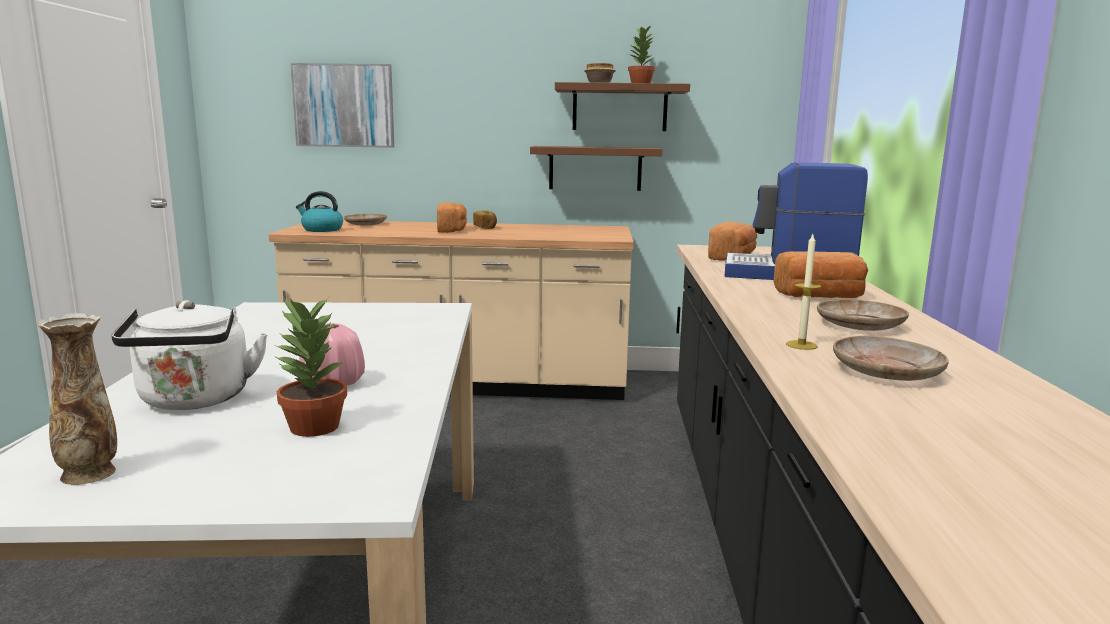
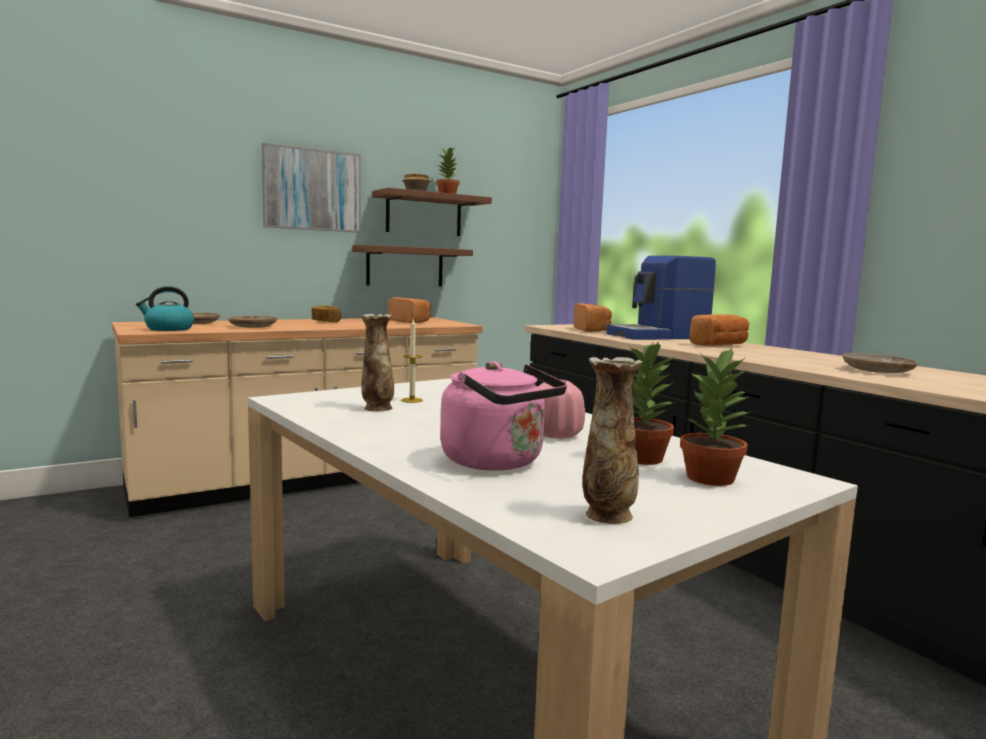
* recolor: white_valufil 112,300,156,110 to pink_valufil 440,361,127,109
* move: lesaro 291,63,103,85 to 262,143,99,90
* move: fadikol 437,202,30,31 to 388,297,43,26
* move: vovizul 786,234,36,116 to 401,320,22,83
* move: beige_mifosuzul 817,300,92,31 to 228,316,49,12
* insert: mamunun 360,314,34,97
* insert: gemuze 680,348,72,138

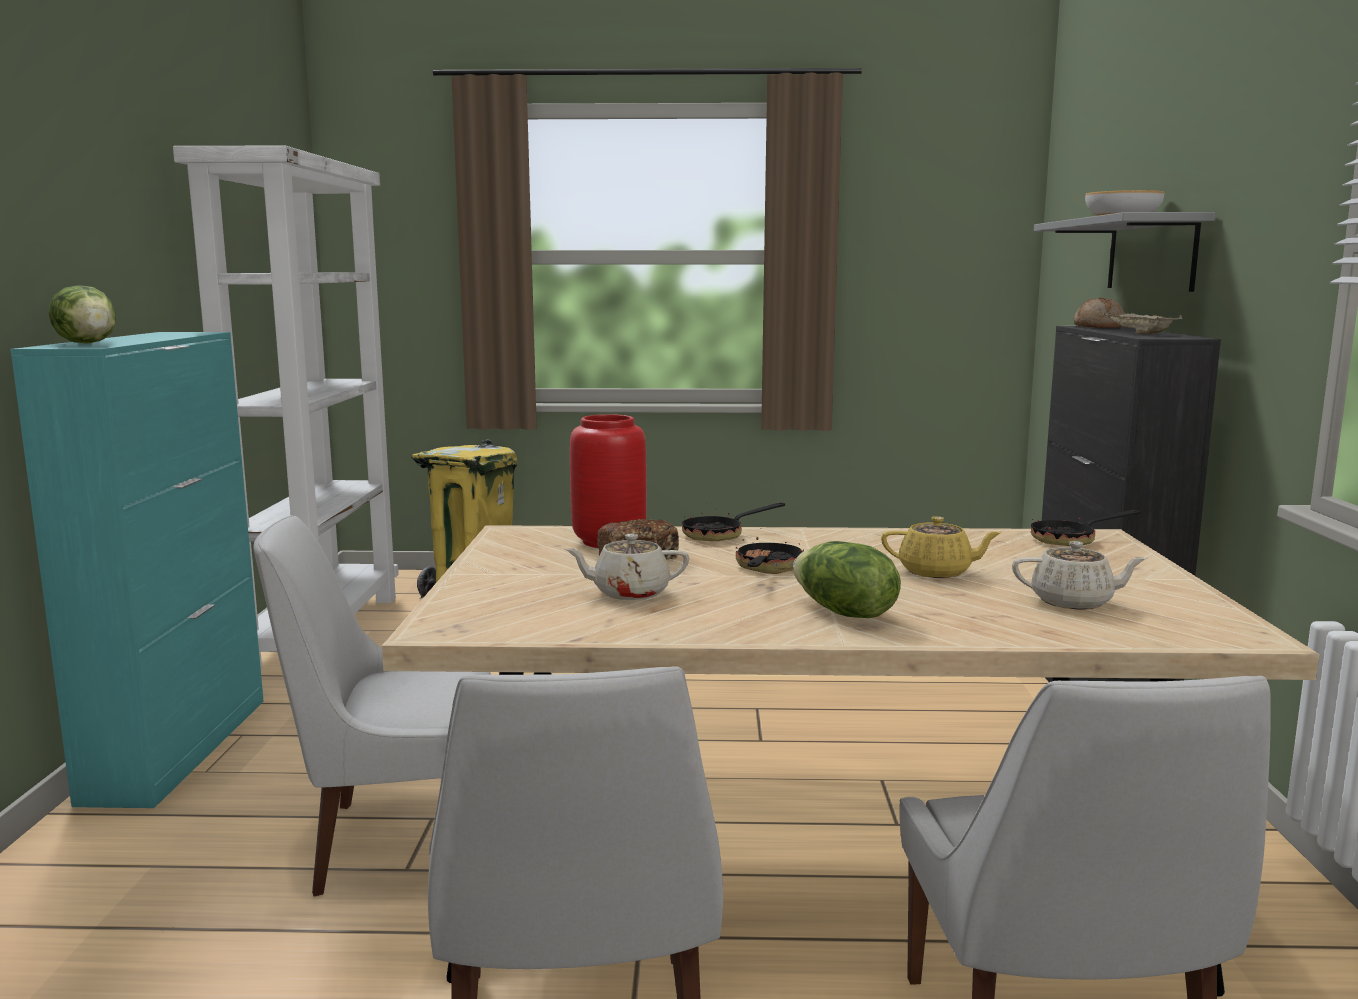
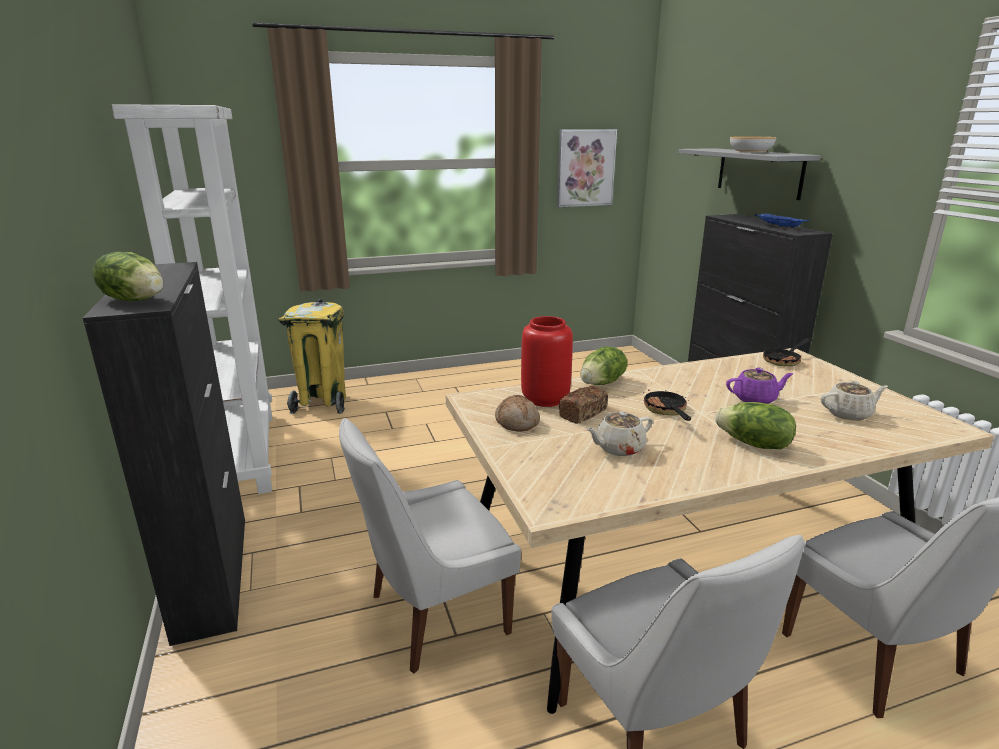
* recolor: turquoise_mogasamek 10,332,254,476 to black_mogasamek 83,262,162,384
* replace: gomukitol 682,503,103,38 to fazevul 580,347,47,38
* recolor: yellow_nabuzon 881,516,121,62 to purple_nabuzon 726,367,67,37
* move: fadikol 1074,298,50,30 to 495,395,45,37
* recolor: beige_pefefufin 1103,311,79,23 to blue_pefefufin 755,213,54,16
* insert: lesaro 557,129,60,78

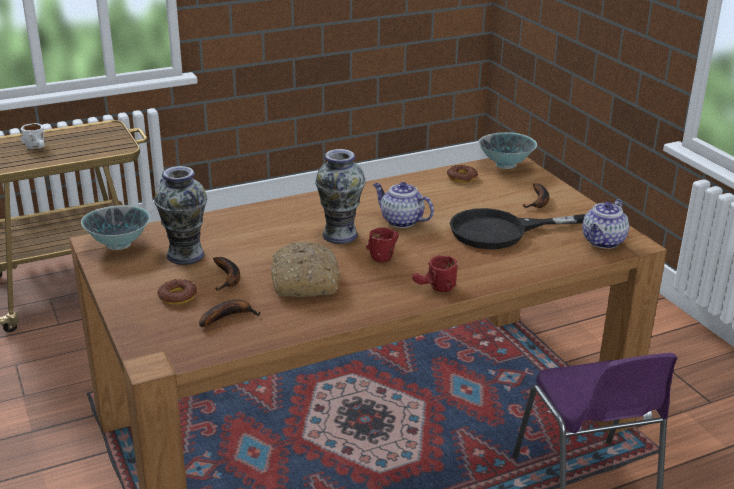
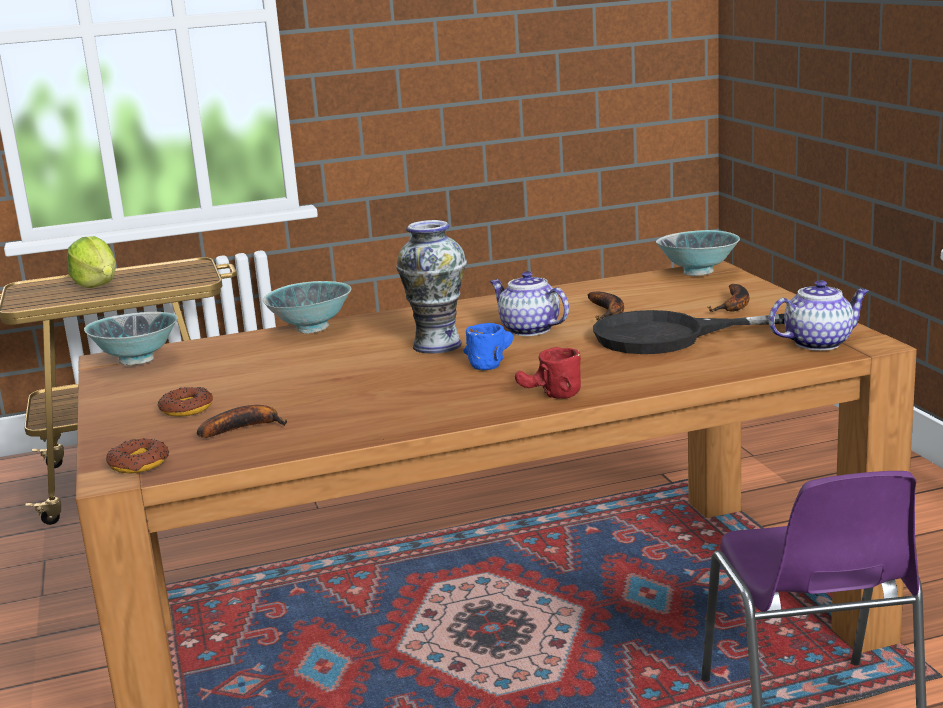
* replace: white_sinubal 21,123,24,26 to fazevul 67,236,49,52
* delete: mamunun 154,166,53,99
* move: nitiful 213,257,27,34 to 587,291,37,29
* delete: fadikol 271,241,69,56
* recolor: red_sinubal 366,227,33,35 to blue_sinubal 463,323,50,47
* move: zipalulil 447,165,31,18 to 106,438,64,35
* rotate: nabuzon 582,199,47,50 = 769,280,100,71 150 degrees counterclockwise
* insert: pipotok 263,281,88,53

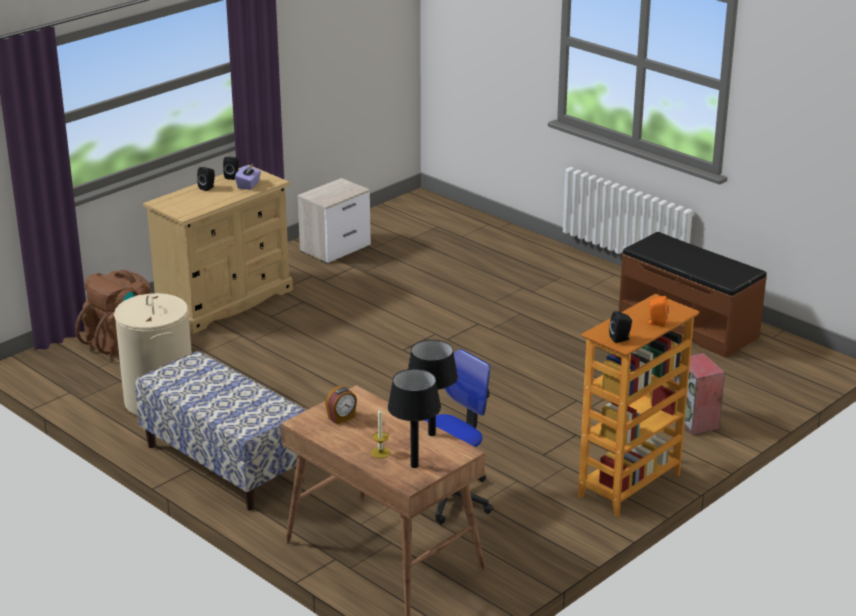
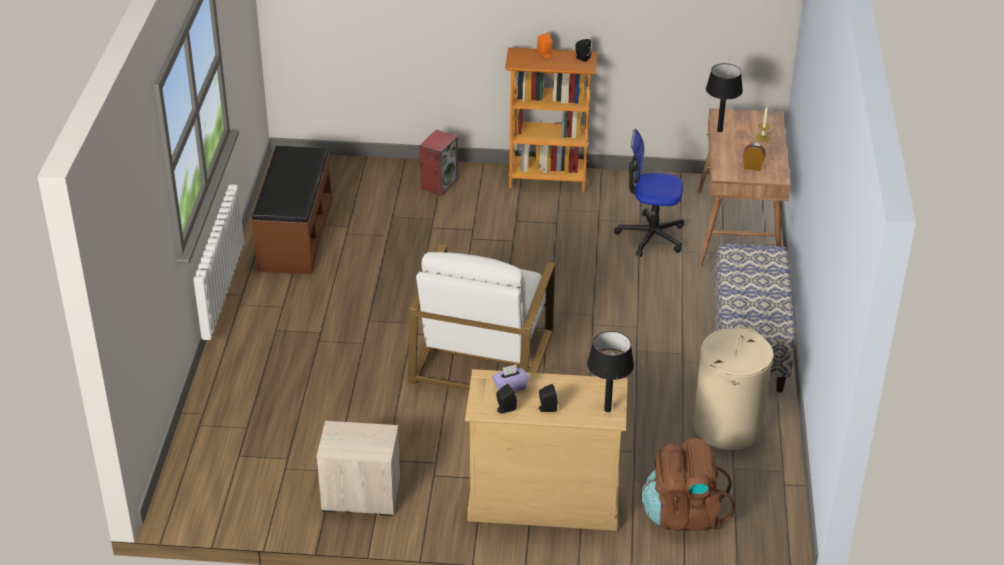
* move: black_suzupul 388,369,53,99 to 587,331,47,81
* insert: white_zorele 408,244,147,147

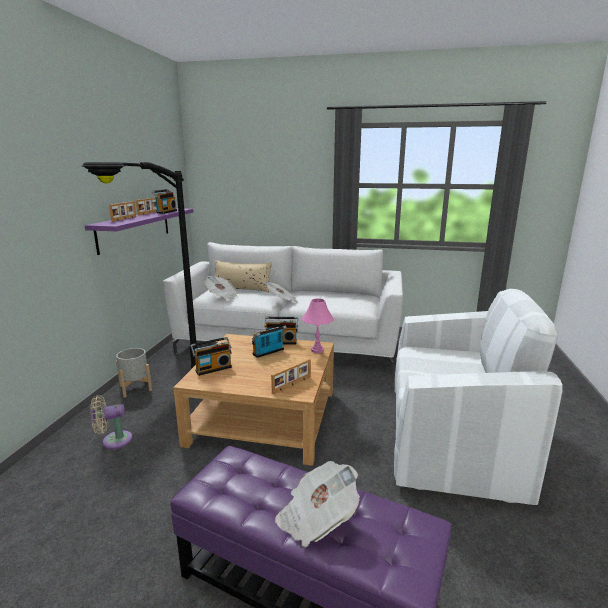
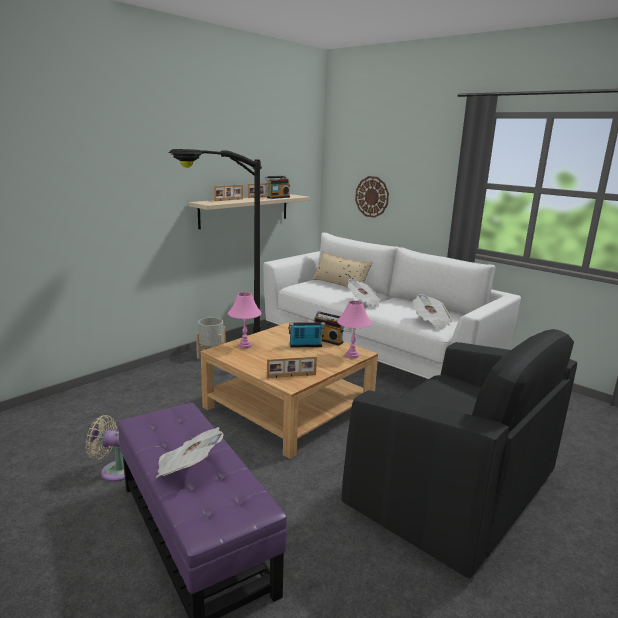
* recolor: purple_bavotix 85,208,109,47 to beige_bavotix 189,194,122,35
* move: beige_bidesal 91,395,42,54 to 86,415,39,67
* replace: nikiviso 191,337,41,39 to pink_suzupul 228,292,34,57
* move: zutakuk 204,276,35,24 to 413,294,39,35
* recolor: white_zorele 394,289,169,216 to black_zorele 341,329,236,250
* insert: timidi 355,176,34,42

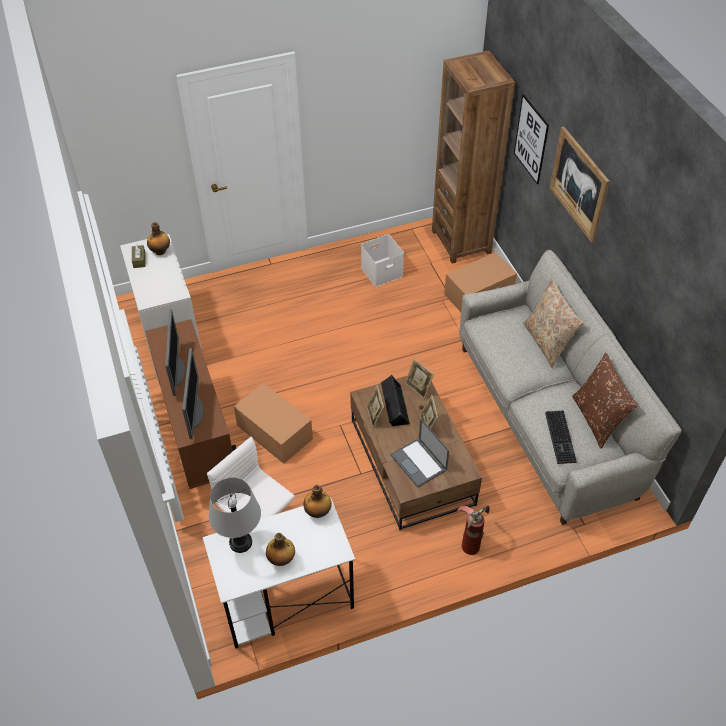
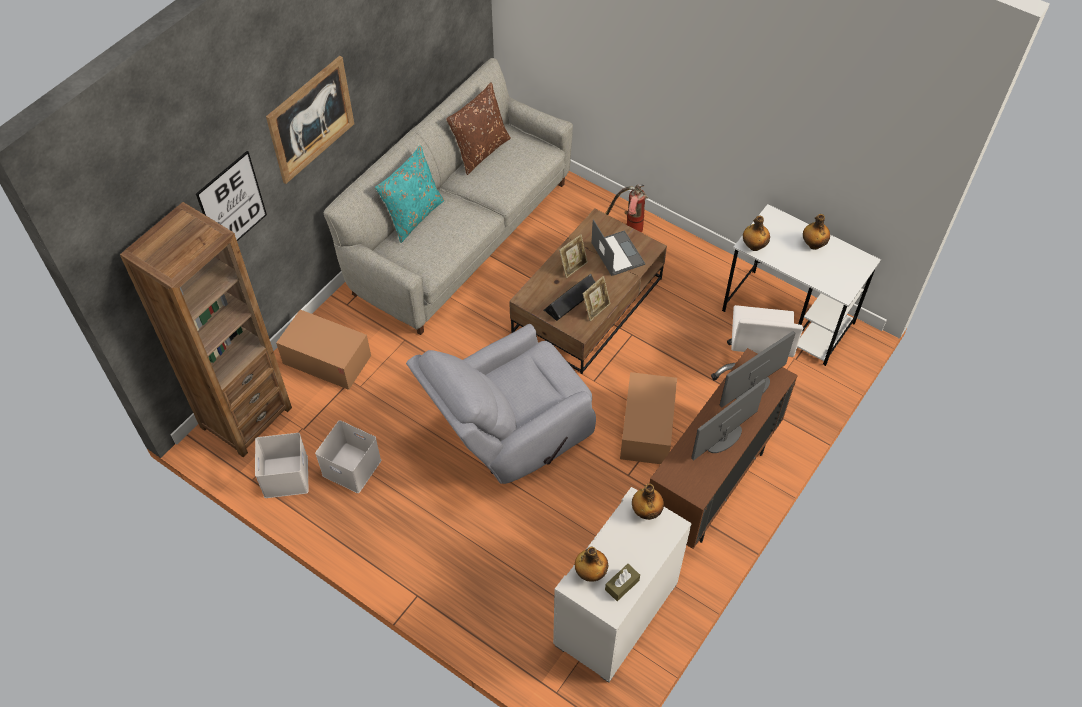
* delete: grey_suzupul 209,477,52,76
* rotate: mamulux 390,419,59,69 = 592,219,53,57 45 degrees counterclockwise
* delete: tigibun 405,359,29,40
* recolor: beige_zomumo 523,279,60,89 to turquoise_zomumo 375,145,70,98
* delete: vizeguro 545,410,32,54
* insert: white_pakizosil 255,433,54,65
* insert: grey_zorele 406,324,190,160
* insert: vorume 632,483,32,37

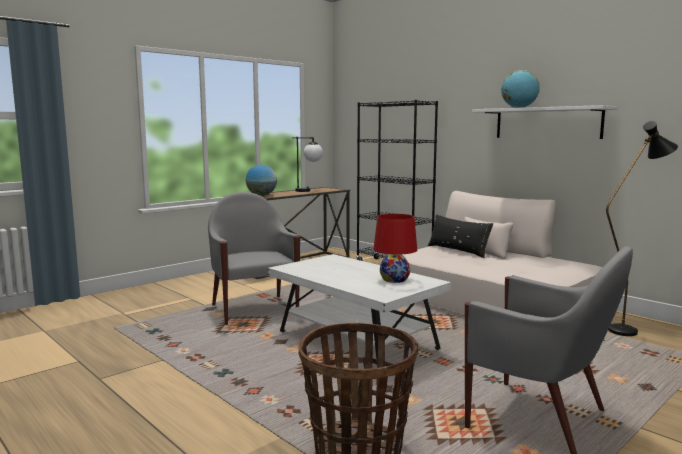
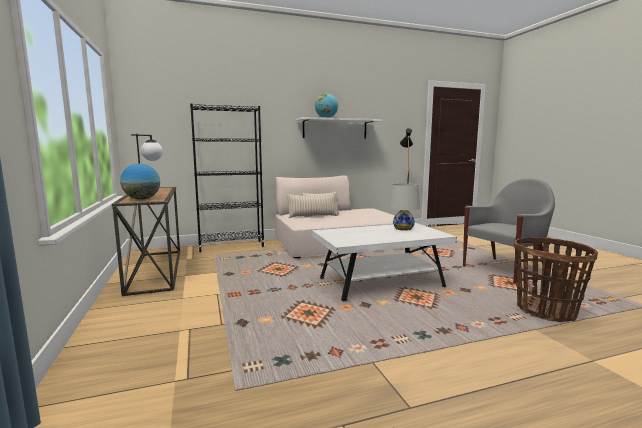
* delete: grey_zorele 208,192,92,133
* recolor: red_suzupul 373,214,44,69 to white_suzupul 389,183,31,48
* recolor: black_zomumo 428,215,65,43 to beige_zomumo 287,193,51,25

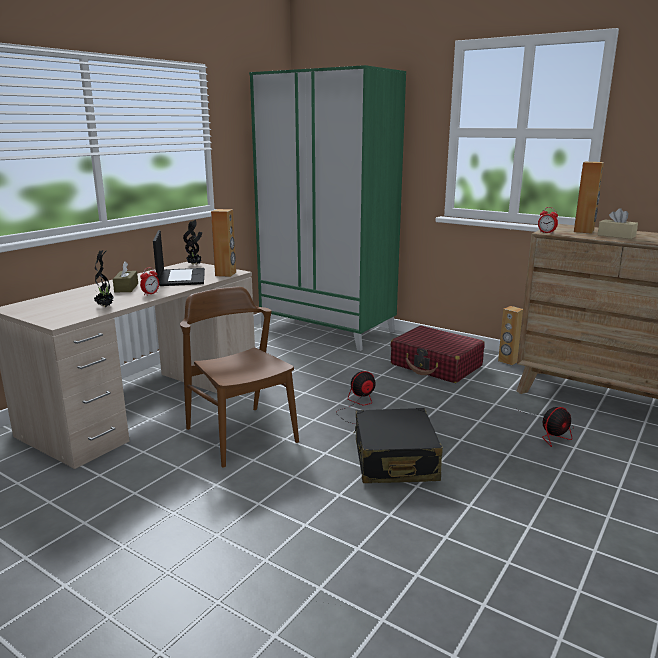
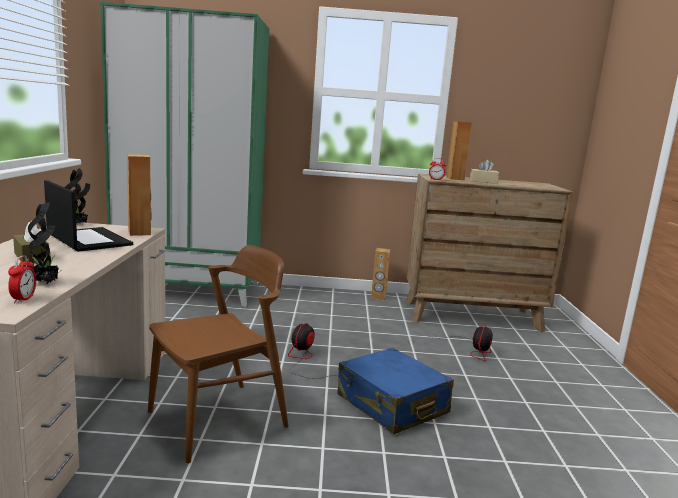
* move: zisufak 140,267,19,28 to 8,255,28,48
* rotate: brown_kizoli 180,286,119,182 = 148,245,141,219 120 degrees clockwise
* recolor: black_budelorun 354,408,89,75 to blue_budelorun 338,348,116,86
* delete: red_budelorun 390,326,95,57

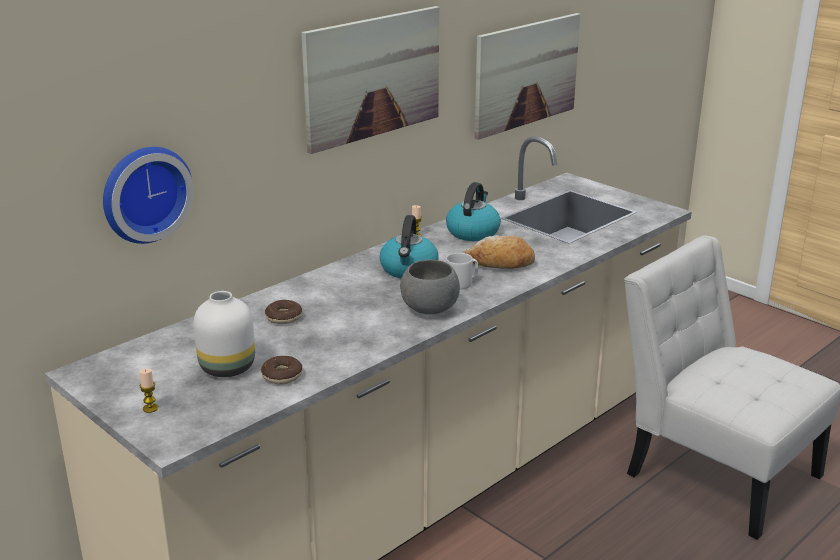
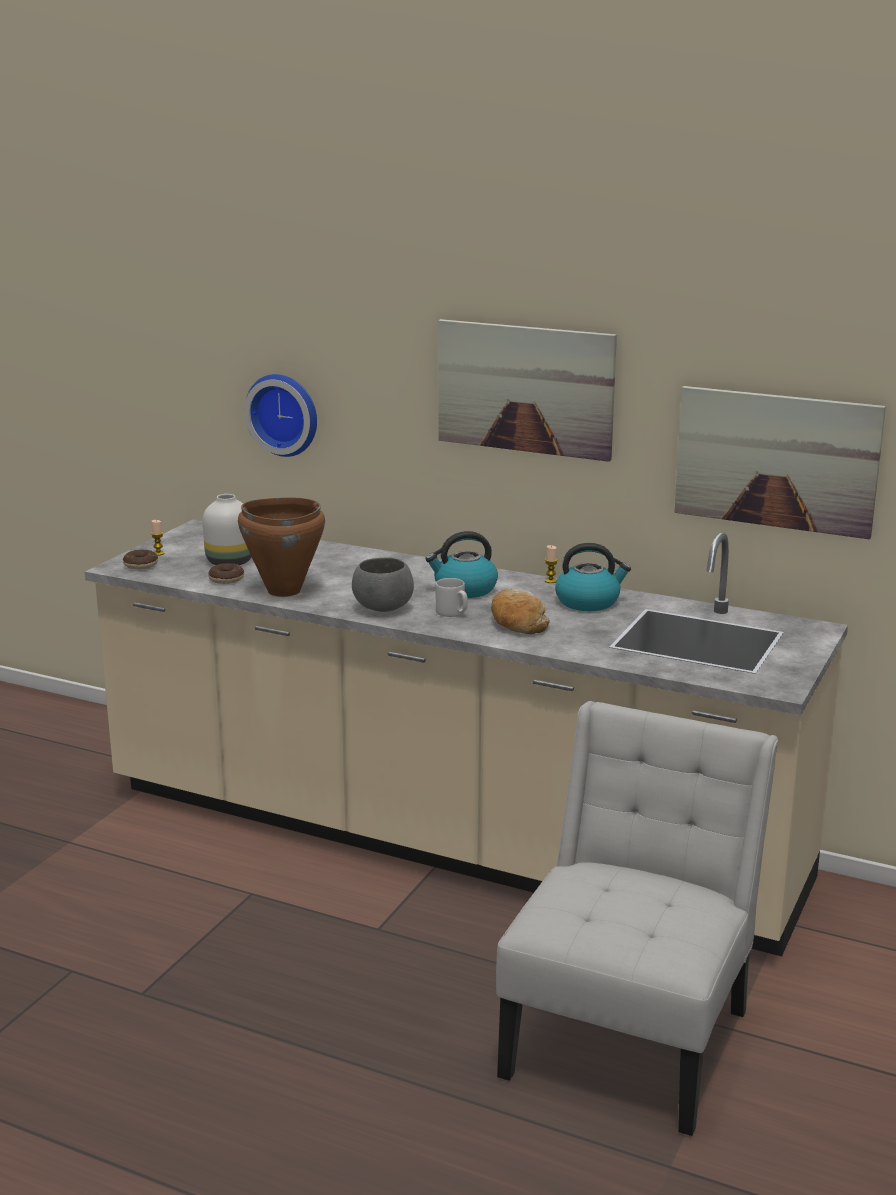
* move: zipalulil 265,300,37,24 to 123,549,35,20
* insert: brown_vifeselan 238,497,87,100

